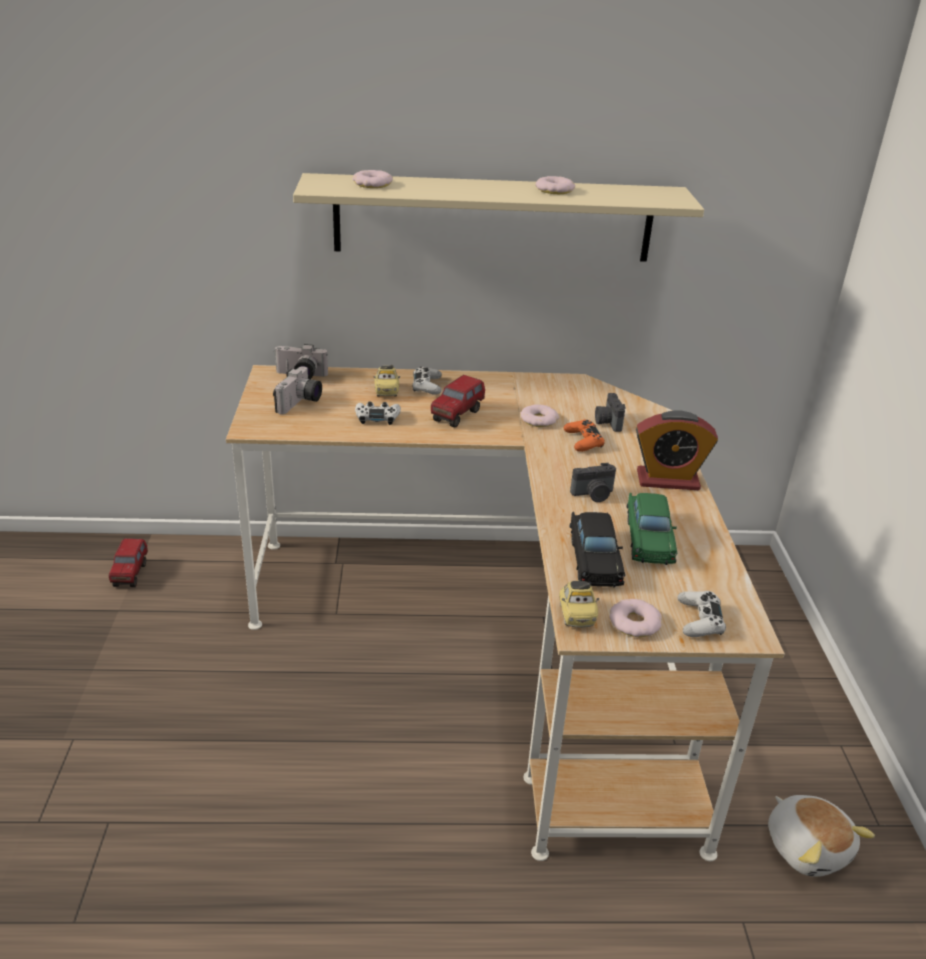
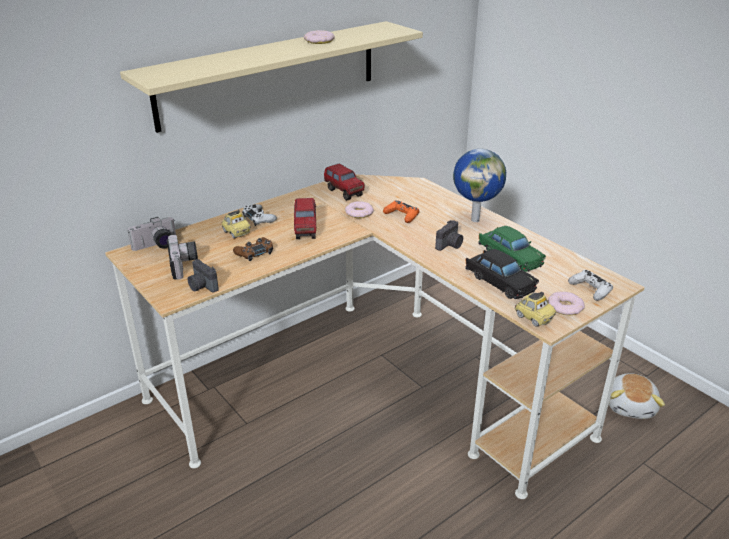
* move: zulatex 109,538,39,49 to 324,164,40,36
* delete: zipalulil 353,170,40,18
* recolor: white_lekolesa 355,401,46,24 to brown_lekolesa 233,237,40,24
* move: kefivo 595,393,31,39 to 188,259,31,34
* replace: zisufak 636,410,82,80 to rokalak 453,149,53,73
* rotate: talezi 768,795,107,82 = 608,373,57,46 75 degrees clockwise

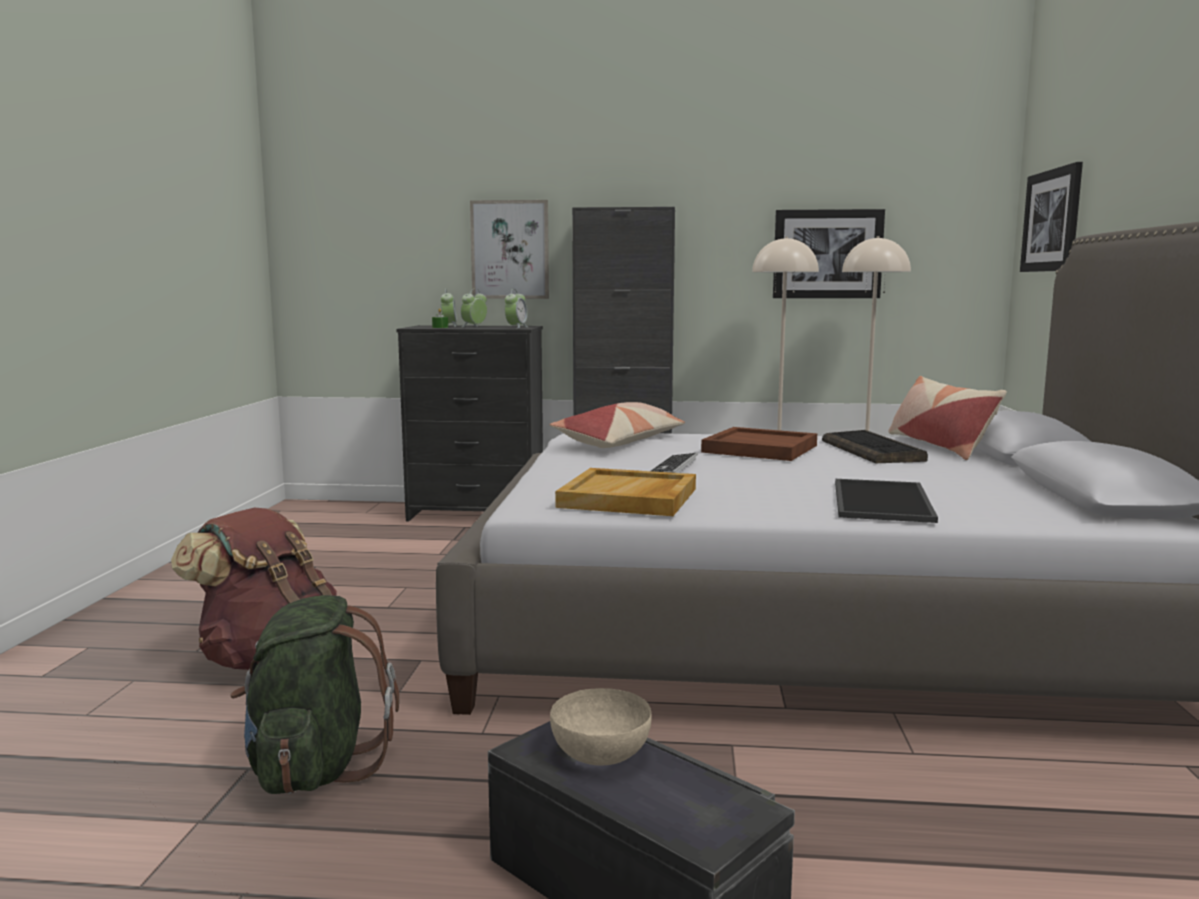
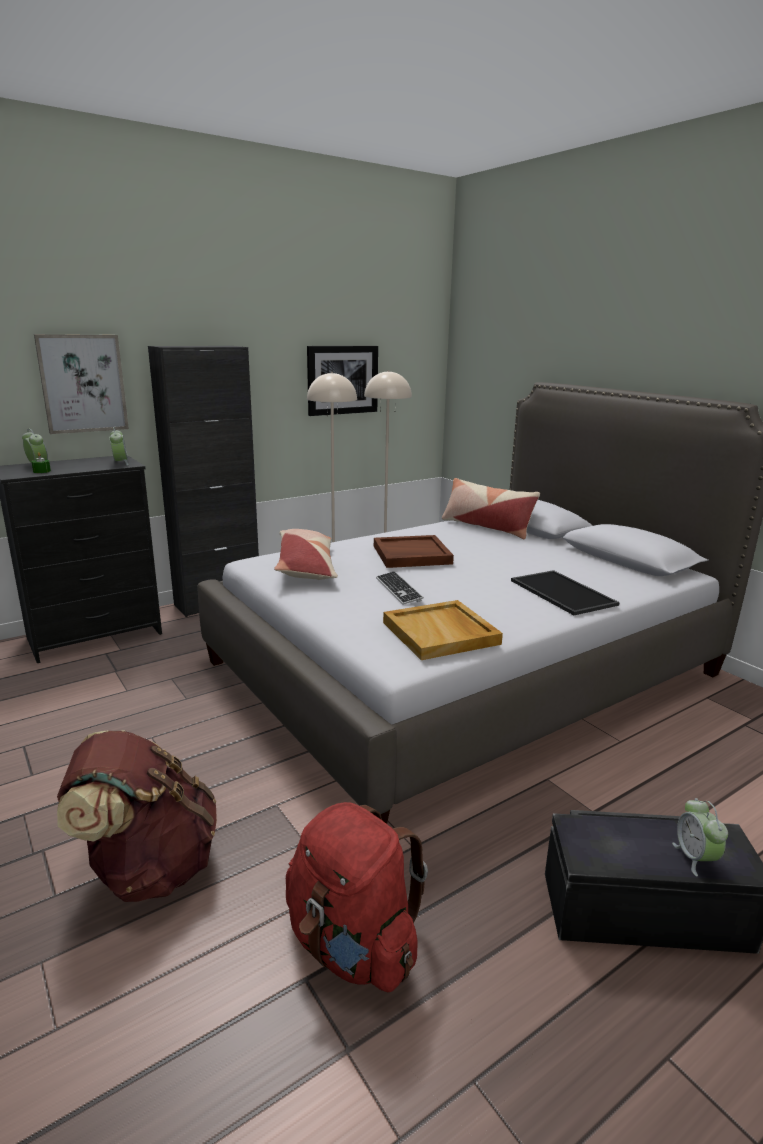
* recolor: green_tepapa 230,595,169,199 to red_tepapa 286,802,142,190
* move: zisufak 461,289,26,38 to 672,798,56,78
* delete: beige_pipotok 550,688,102,78
* delete: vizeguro 822,430,106,33
* delete: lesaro 1020,162,63,110

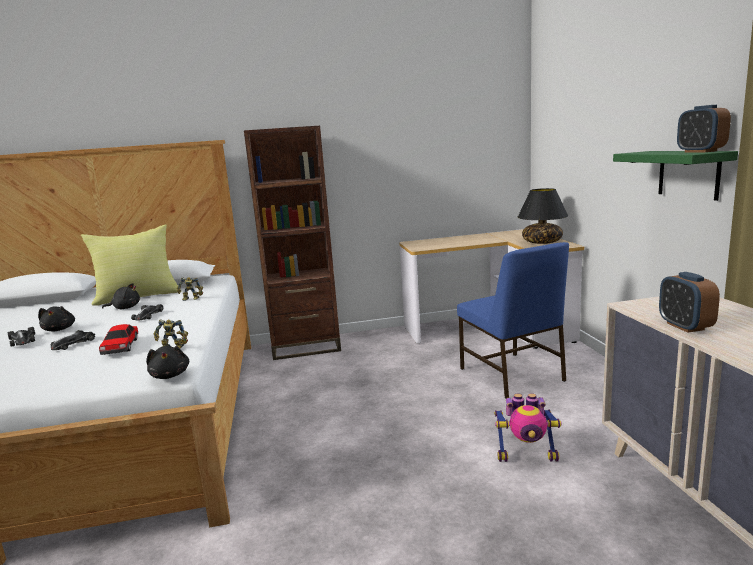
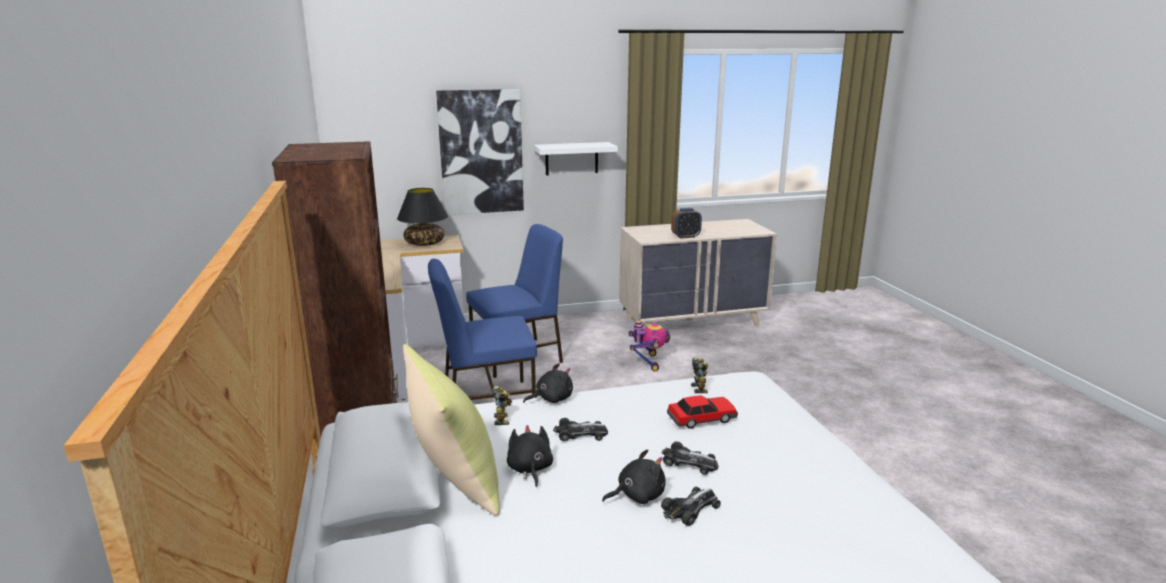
* move: black_talezi 146,346,43,33 to 523,363,50,40
* recolor: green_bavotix 613,151,125,50 to white_bavotix 534,142,84,33
* delete: zisufak 677,105,54,48
* insert: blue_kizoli 428,259,109,141
* insert: lesaro 436,89,88,126

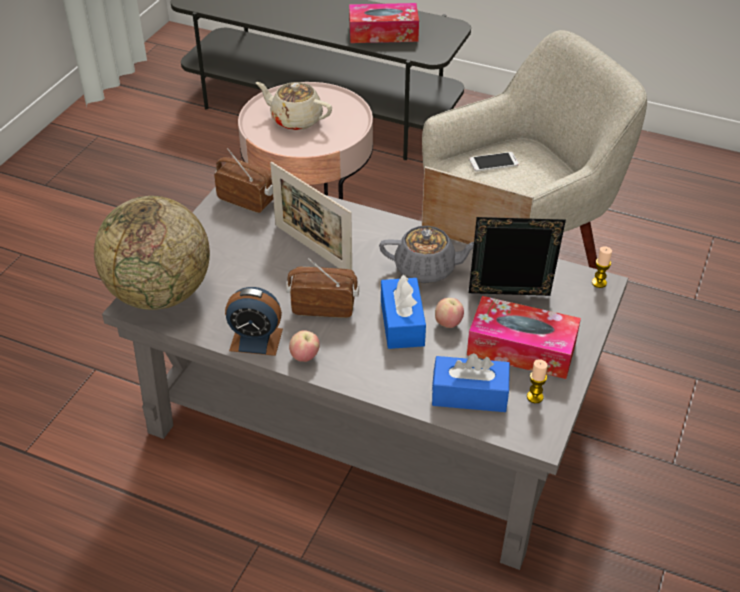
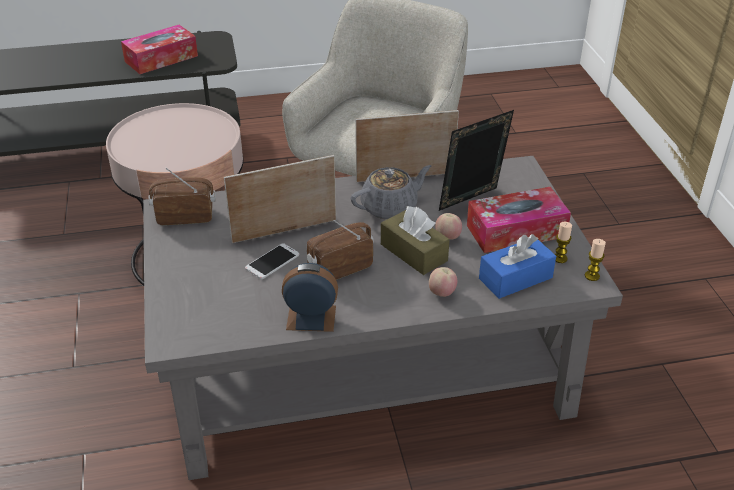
* delete: rokalak 94,196,116,114
* rotate: zisufak 225,287,58,69 = 282,263,56,69 150 degrees counterclockwise
* delete: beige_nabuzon 256,82,76,48
* rotate: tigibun 270,162,82,108 = 224,155,112,88 150 degrees clockwise
* move: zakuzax 289,330,31,32 to 429,267,28,30
* recolor: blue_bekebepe 381,274,45,75 to brown_bekebepe 381,206,69,69
* move: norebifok 469,152,50,20 to 245,243,54,36
* move: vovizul 592,246,20,42 to 585,239,21,42

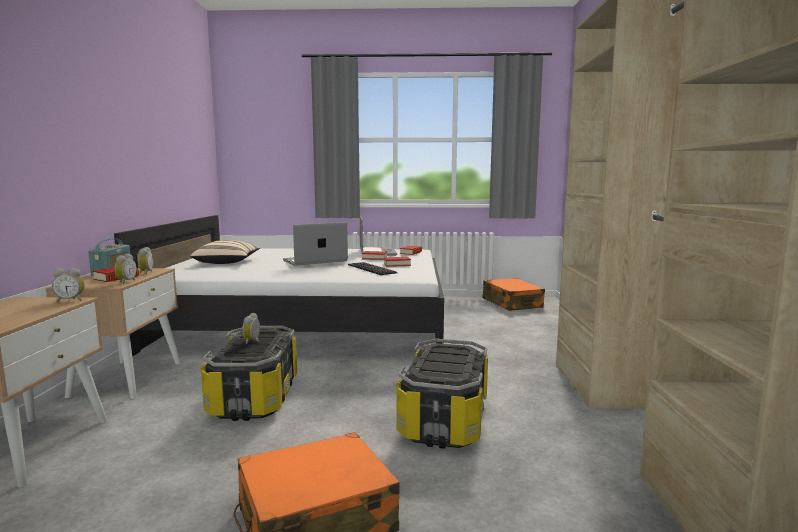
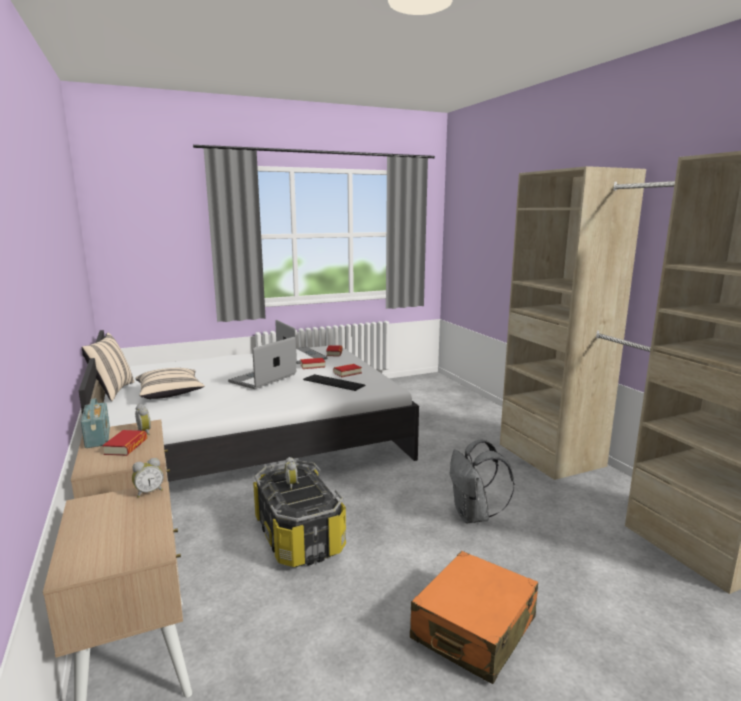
* delete: zisufak 114,254,23,30
* replace: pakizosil 396,339,92,110 to grey_tepapa 450,439,64,84
* delete: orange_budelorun 483,278,62,33
* insert: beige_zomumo 82,333,52,68

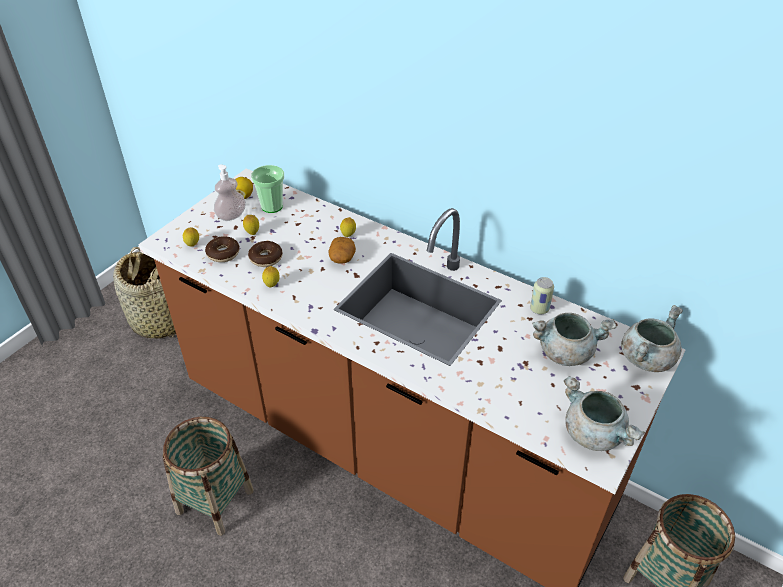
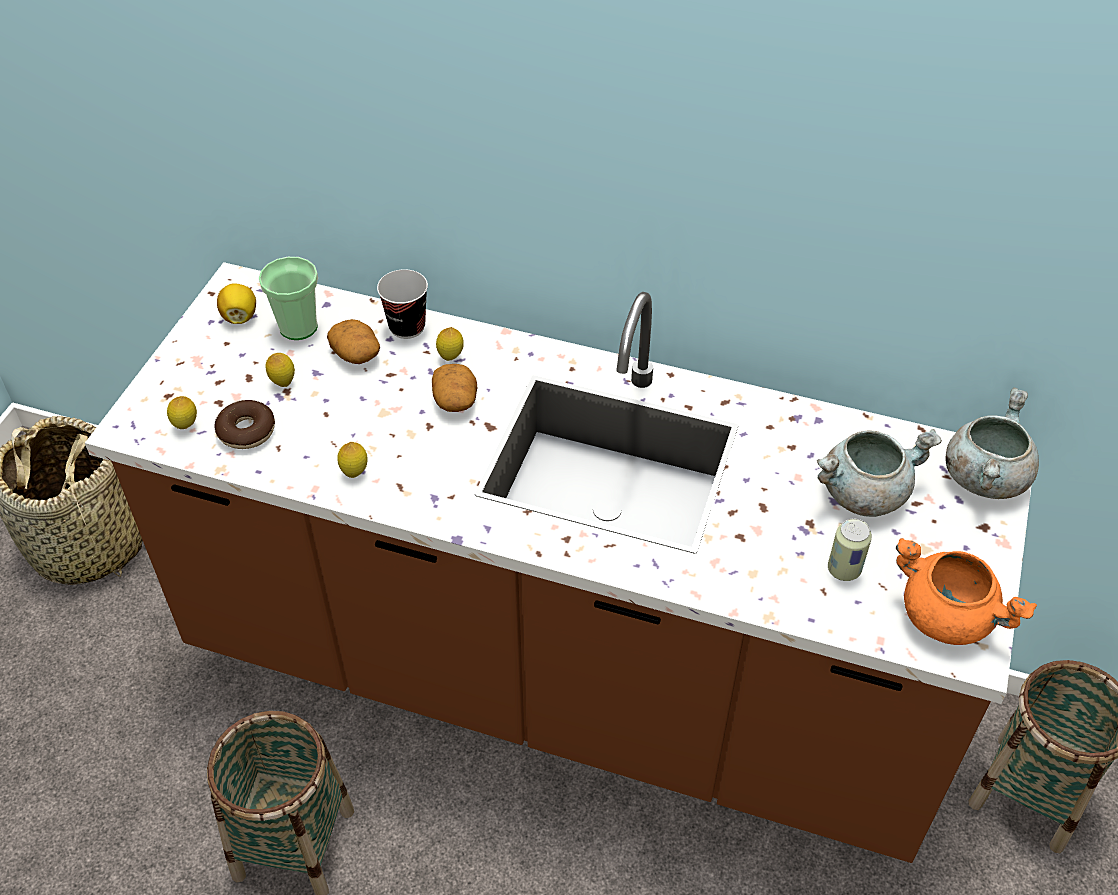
* delete: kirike 214,164,32,57
* delete: zipalulil 248,241,34,26
* move: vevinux 530,277,24,37 to 828,518,44,63
* recolor: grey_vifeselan 564,376,81,75 to orange_vifeselan 896,538,141,107
* insert: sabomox 327,319,53,45
* insert: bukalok 377,269,51,70

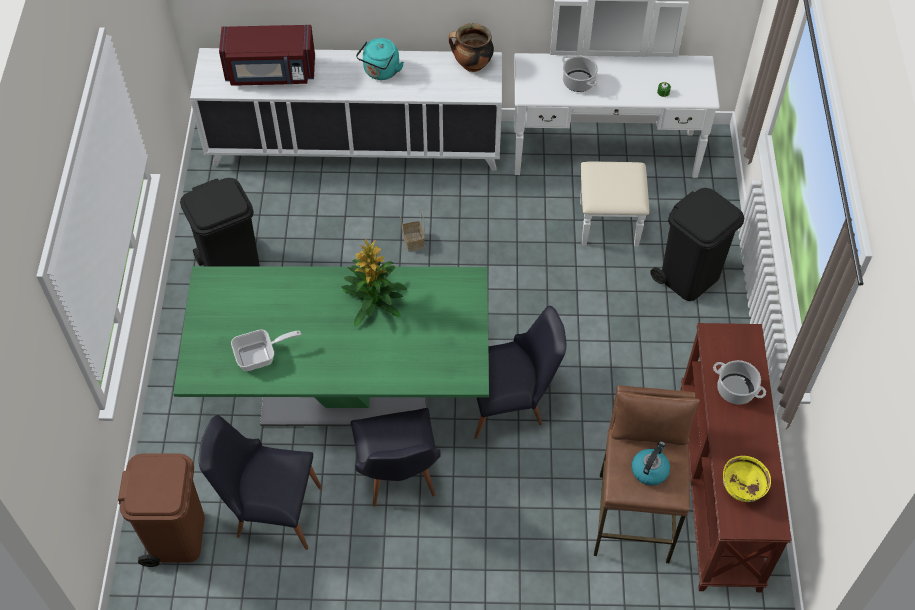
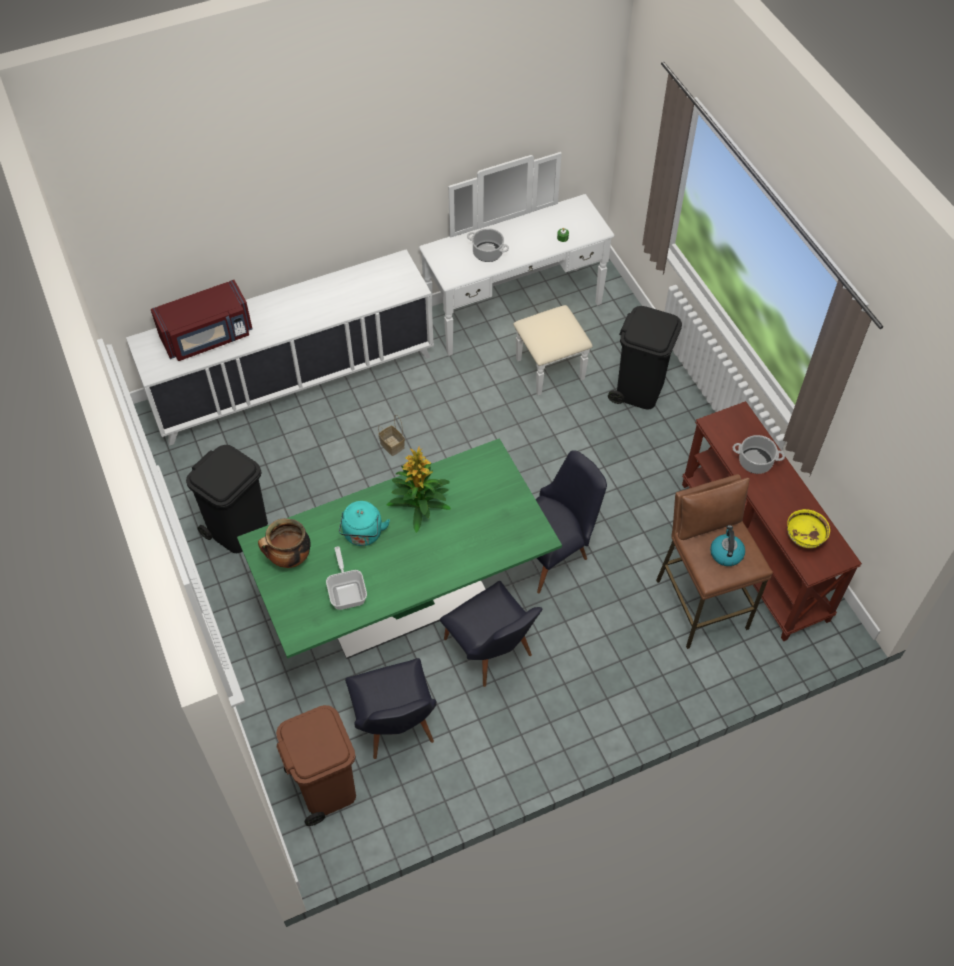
* rotate: black_kizoli 199,415,123,135 = 345,658,91,101 90 degrees counterclockwise
* rotate: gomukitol 231,329,70,42 = 326,546,41,64 60 degrees counterclockwise
* move: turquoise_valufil 356,38,48,42 to 339,501,51,45
* move: vifeselan 449,23,45,49 to 258,518,53,50

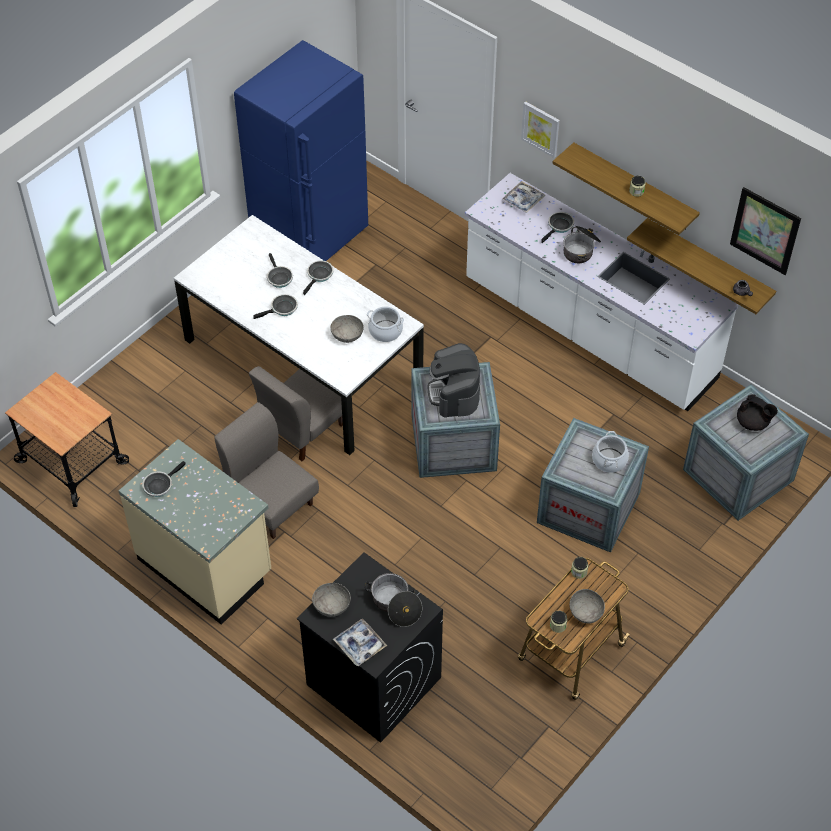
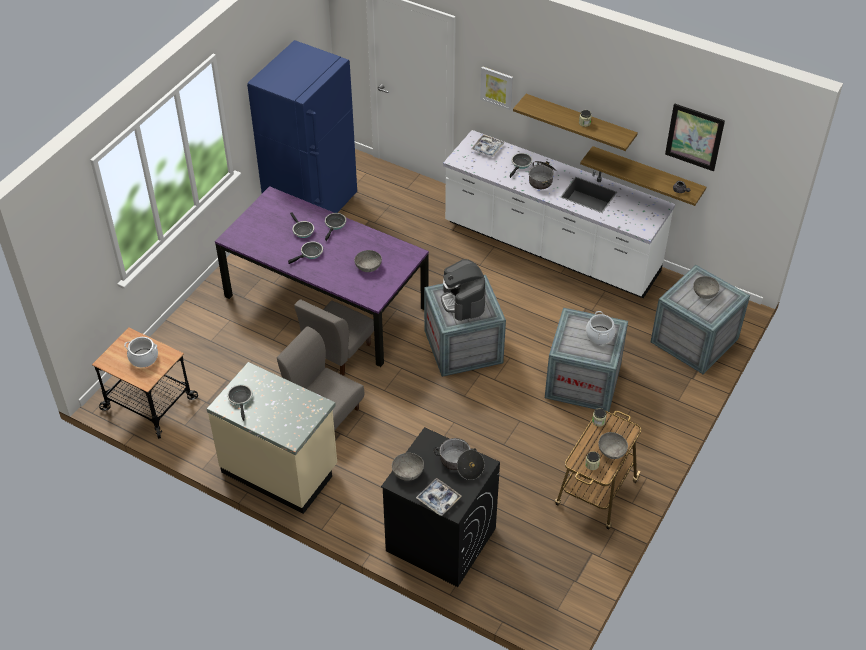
* rotate: gomukitol 142,461,44,36 = 227,385,25,36 135 degrees clockwise
* recolor: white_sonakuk 174,215,250,240 to purple_sonakuk 215,186,214,181
* move: vifeselan 367,307,37,35 to 124,337,34,30
* replace: black_nabuzon 737,395,41,36 to grey_pipotok 693,276,27,23

